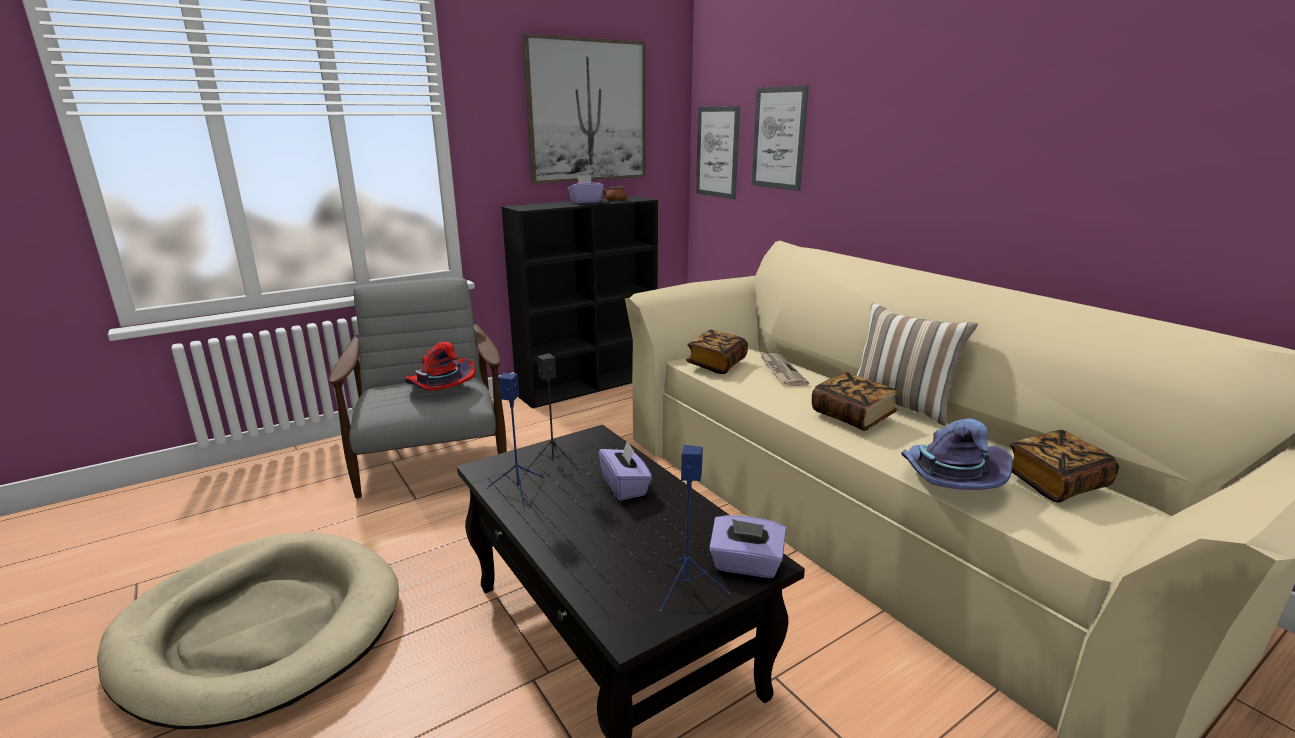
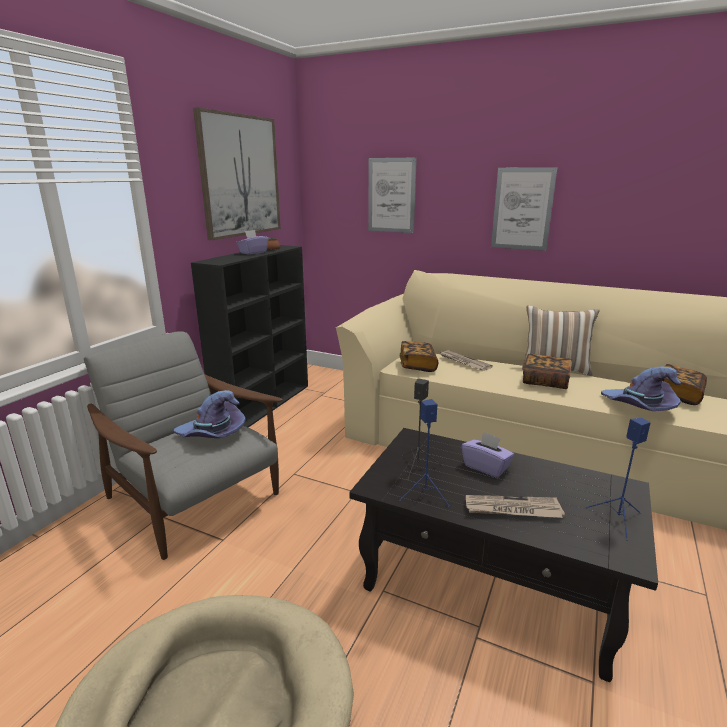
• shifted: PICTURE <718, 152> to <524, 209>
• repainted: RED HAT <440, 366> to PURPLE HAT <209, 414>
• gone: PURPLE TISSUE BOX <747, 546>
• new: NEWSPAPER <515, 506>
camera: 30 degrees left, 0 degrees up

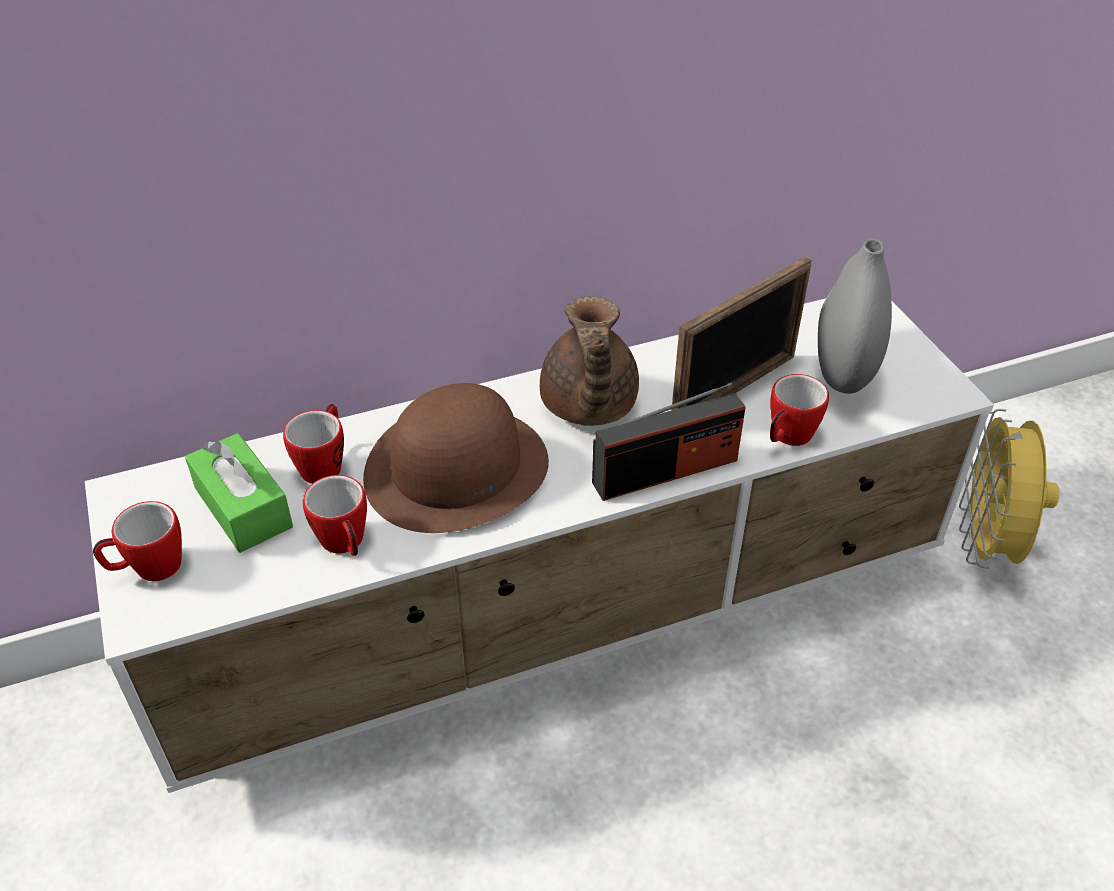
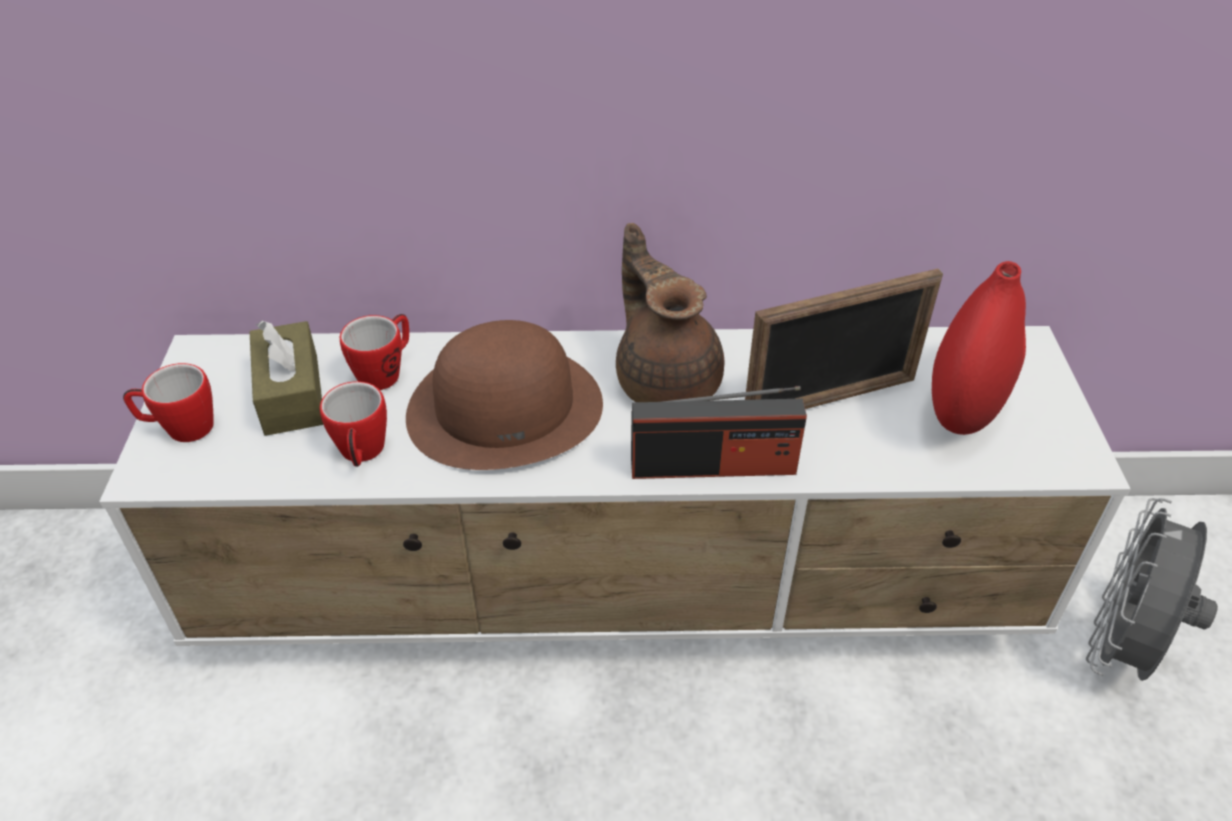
• repainted: GREY VASE <855, 316> to RED VASE <979, 348>
• rotated: BROWN TEAPOT <589, 361> = <670, 312> 135 degrees clockwise
• gone: MUG <799, 410>
• repainted: YELLOW FAN <1009, 489> to GREY FAN <1152, 589>
• repainted: GREEN TISSUE BOX <239, 493> to BROWN TISSUE BOX <286, 378>
camera: 20 degrees right, 0 degrees up

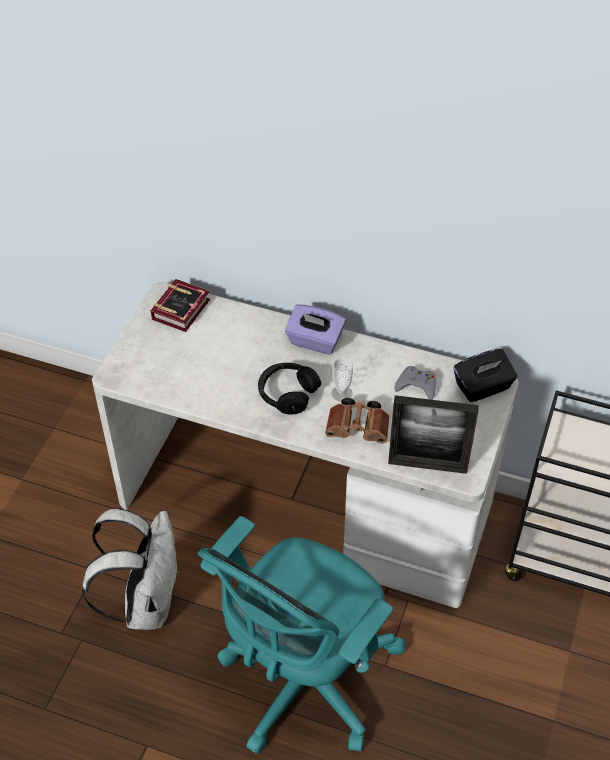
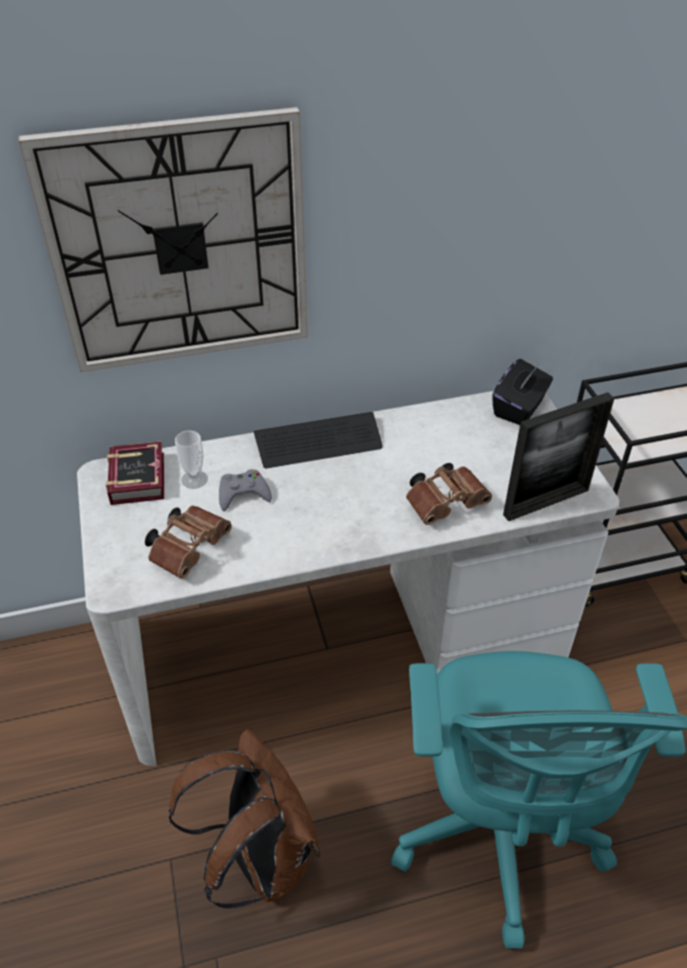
• swapped: PURPLE TISSUE BOX <315, 330> to KEYBOARD <318, 440>
• shifted: CUP <342, 380> to <191, 459>
• gone: BLACK HEADPHONES <289, 389>
• shifted: GREY GAME CONTROLLER <415, 383> to <245, 490>
• repainted: WHITE BACKPACK <130, 569> to BROWN BACKPACK <244, 818>
• new: WALL CLOCK <163, 239>
• new: BROWN BINOCULARS <188, 542>
camera: 35 degrees left, 5 degrees down

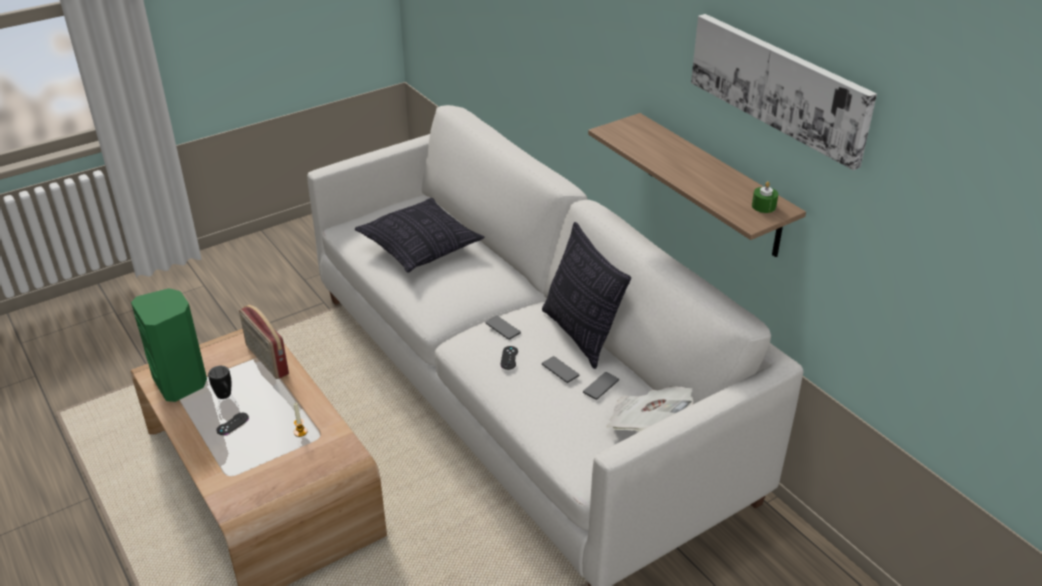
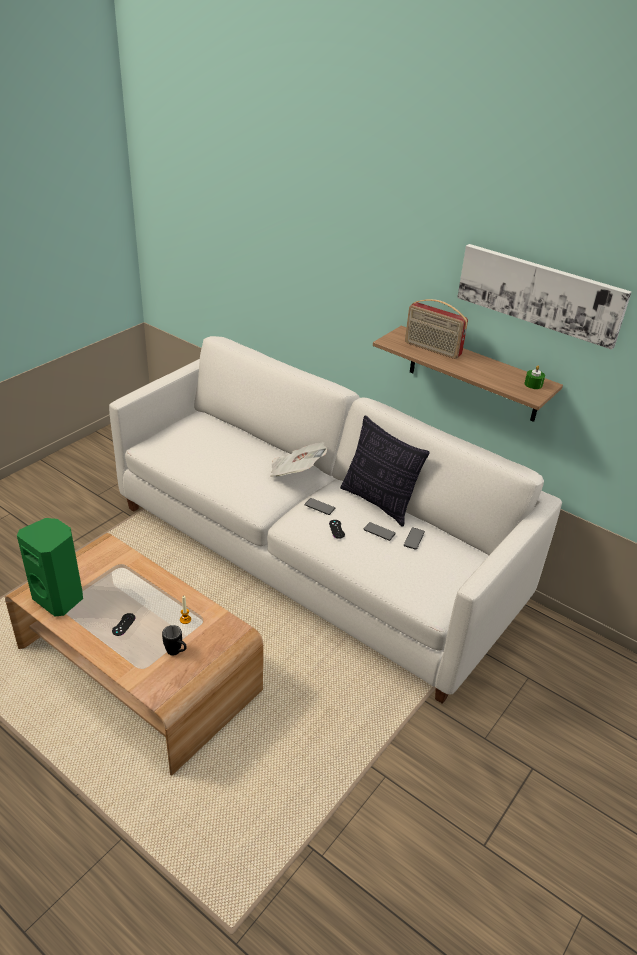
• gone: PILLOW <419, 235>
• shifted: RADIO <264, 342> to <436, 329>
• shifted: BLACK MUG <220, 382> to <174, 640>
• shifted: NEWSPAPER <649, 409> to <298, 459>
camera: 20 degrees left, 0 degrees up

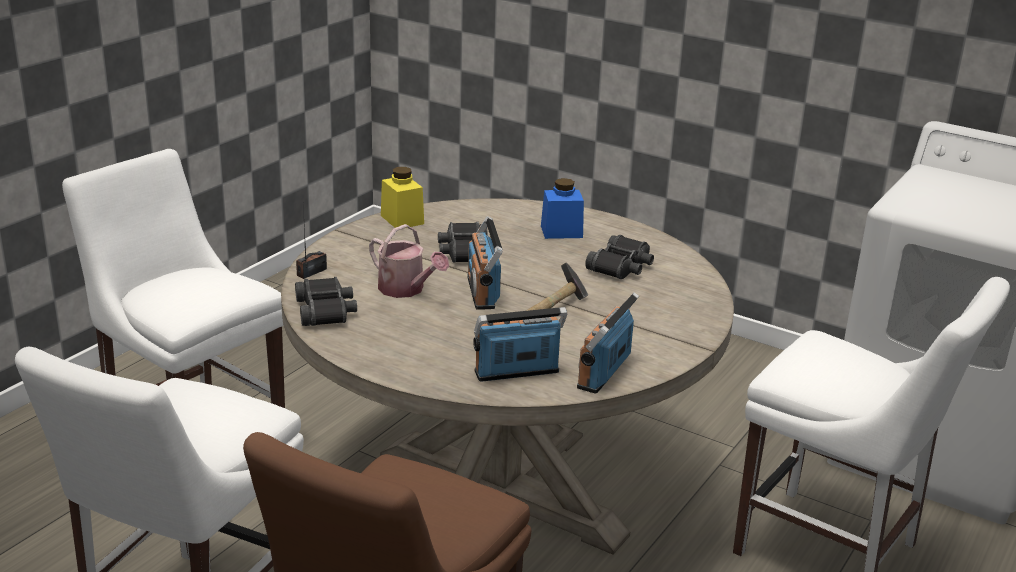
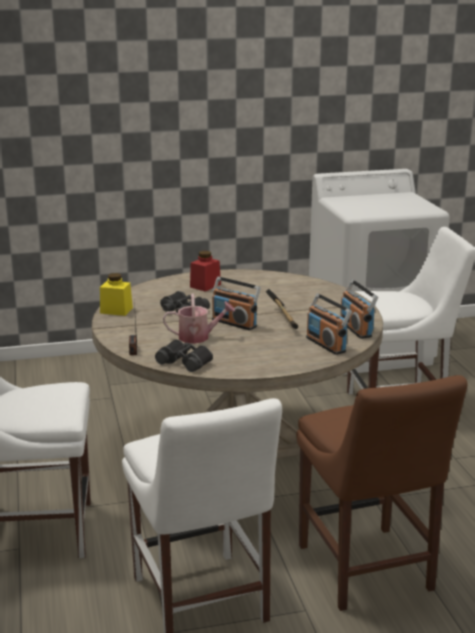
• repainted: BLUE JAR <562, 208> to RED JAR <205, 271>
• gone: BLACK BINOCULARS <619, 257>
• rotated: RADIO <520, 344> = <329, 324> 60 degrees counterclockwise
camera: 45 degrees left, 5 degrees down

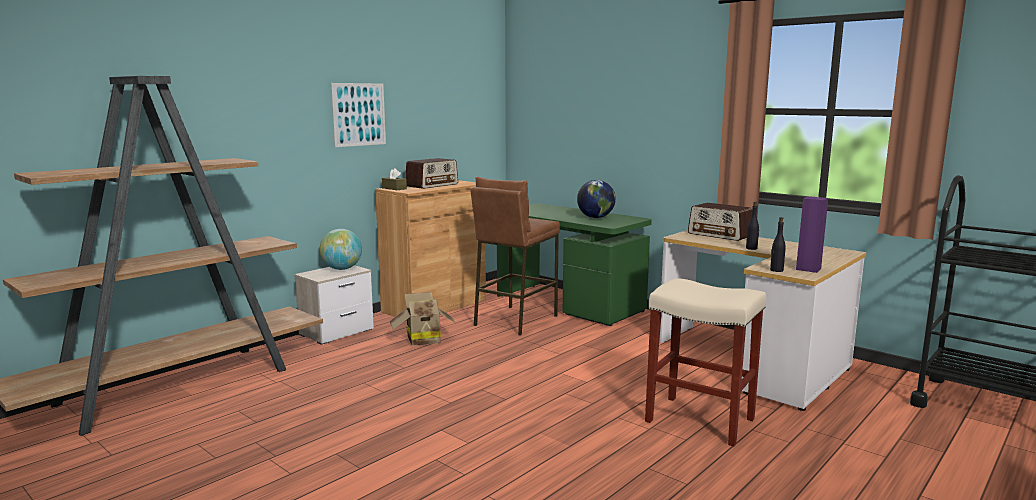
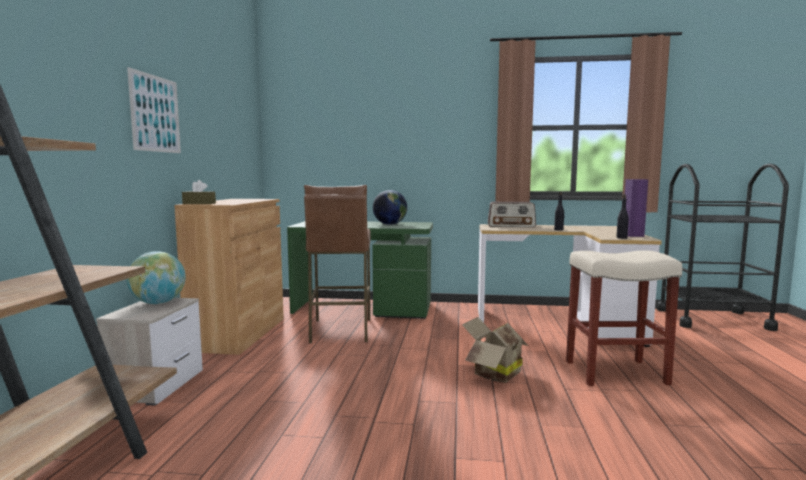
• gone: RADIO <432, 173>
• shifted: CARDBOARD BOX <423, 319> to <495, 350>
camera: 35 degrees left, 5 degrees down

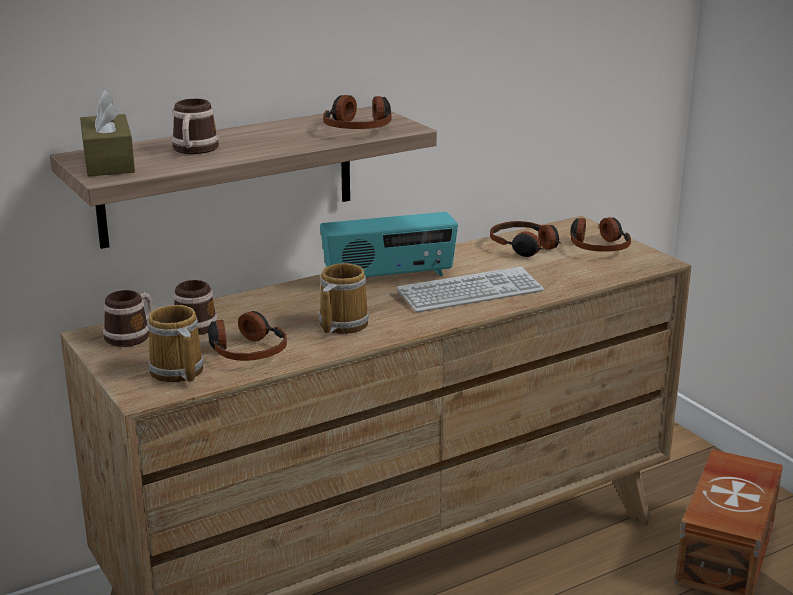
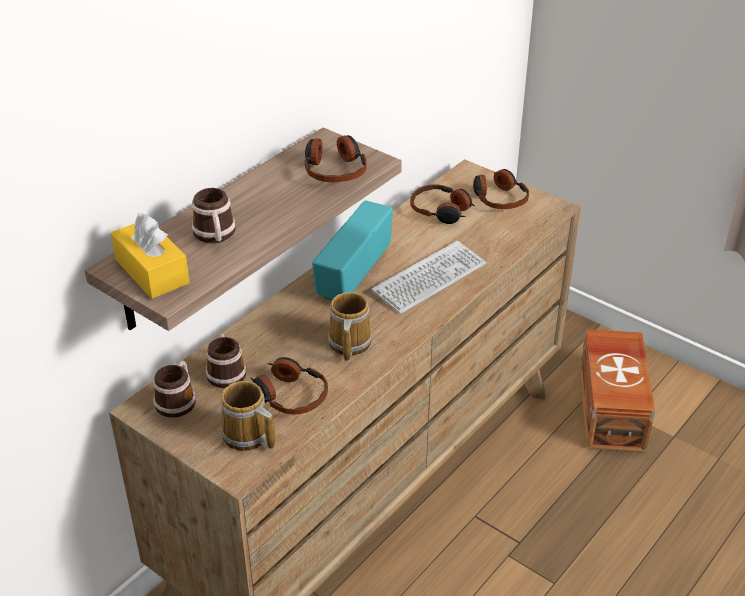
• repainted: BROWN TISSUE BOX <107, 133> to YELLOW TISSUE BOX <150, 256>
• rotated: RADIO <389, 244> = <352, 250> 150 degrees clockwise
camera: 20 degrees left, 15 degrees up

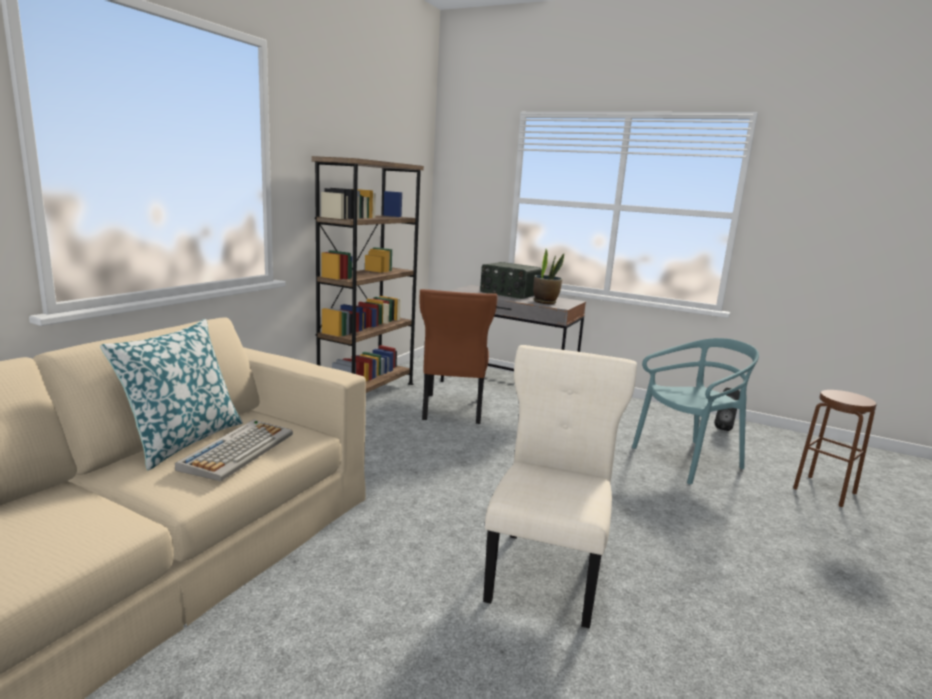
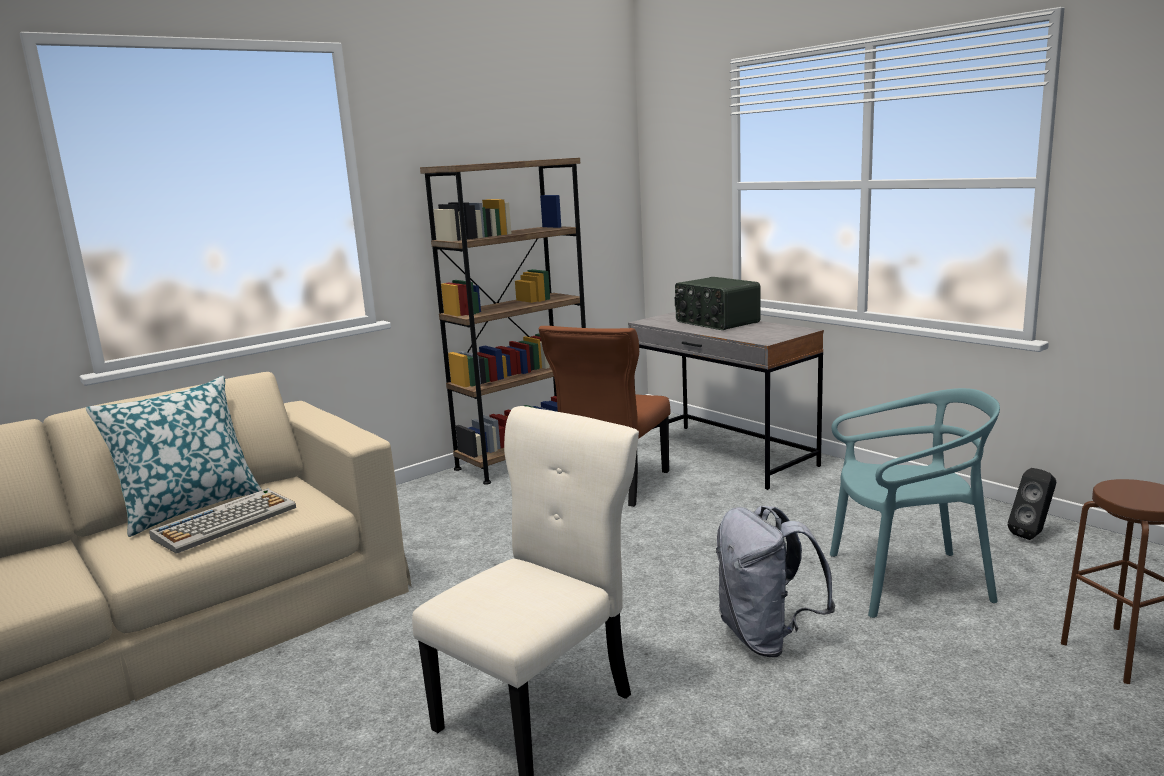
• gone: POTTED PLANT <548, 276>
• new: GREY BACKPACK <776, 581>
camera: 25 degrees right, 0 degrees up

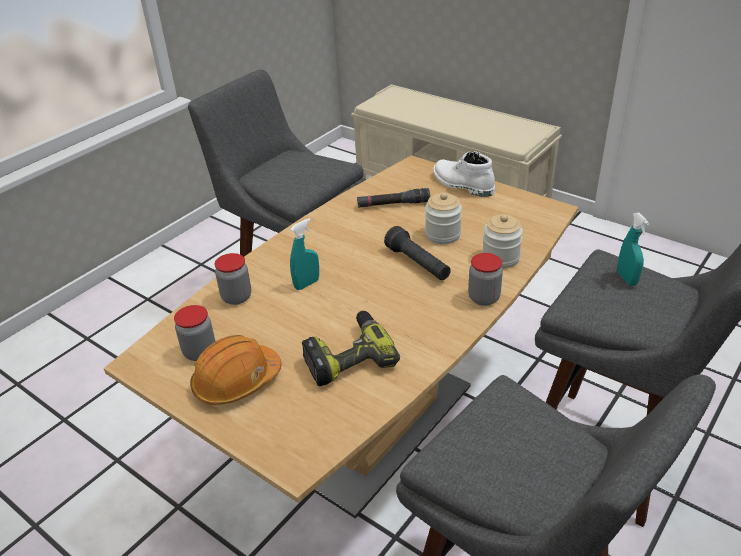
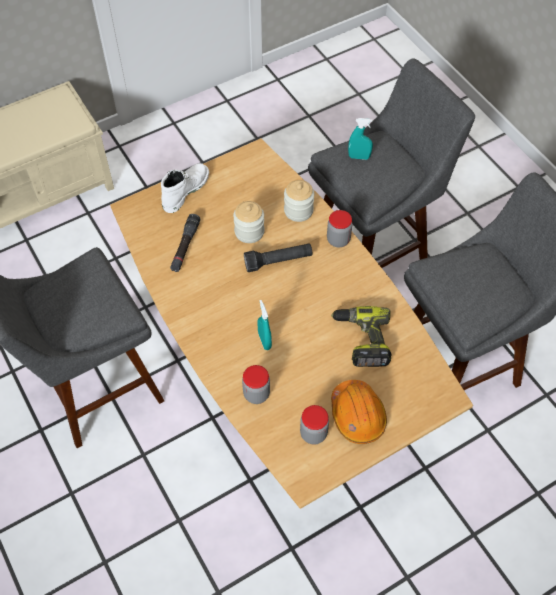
• rotated: WHITE BOOT <464, 174> = <185, 188> 150 degrees clockwise
camera: 70 degrees left, 20 degrees up

